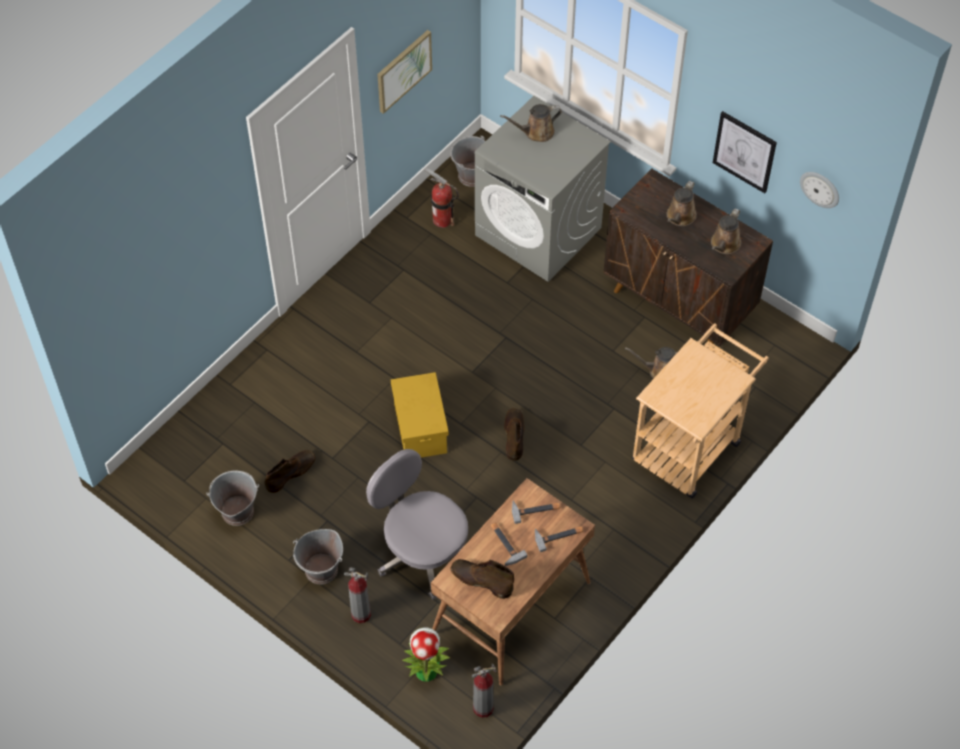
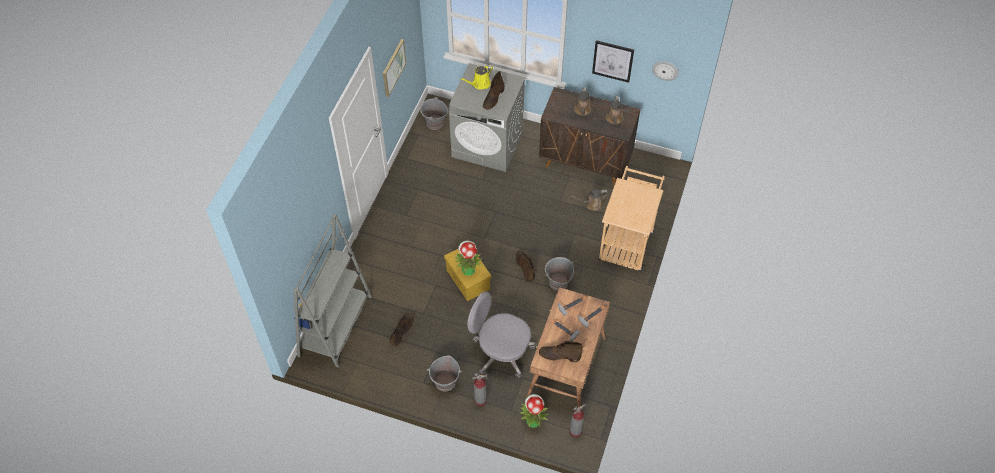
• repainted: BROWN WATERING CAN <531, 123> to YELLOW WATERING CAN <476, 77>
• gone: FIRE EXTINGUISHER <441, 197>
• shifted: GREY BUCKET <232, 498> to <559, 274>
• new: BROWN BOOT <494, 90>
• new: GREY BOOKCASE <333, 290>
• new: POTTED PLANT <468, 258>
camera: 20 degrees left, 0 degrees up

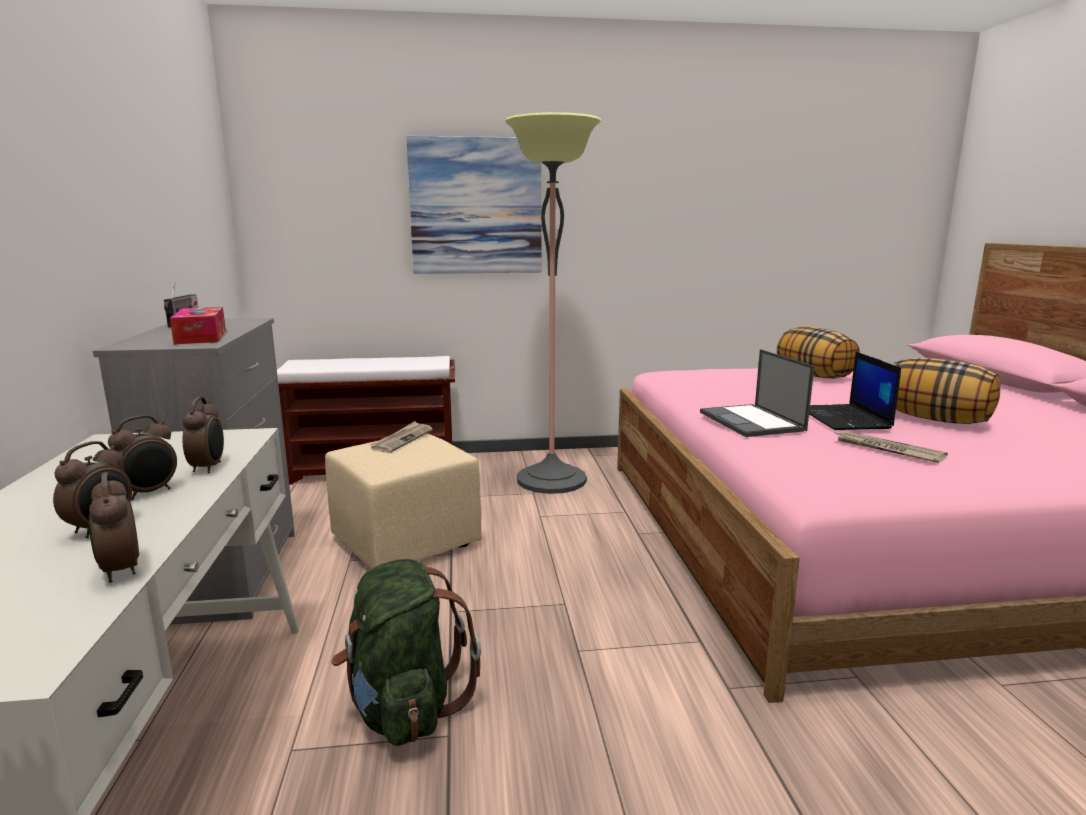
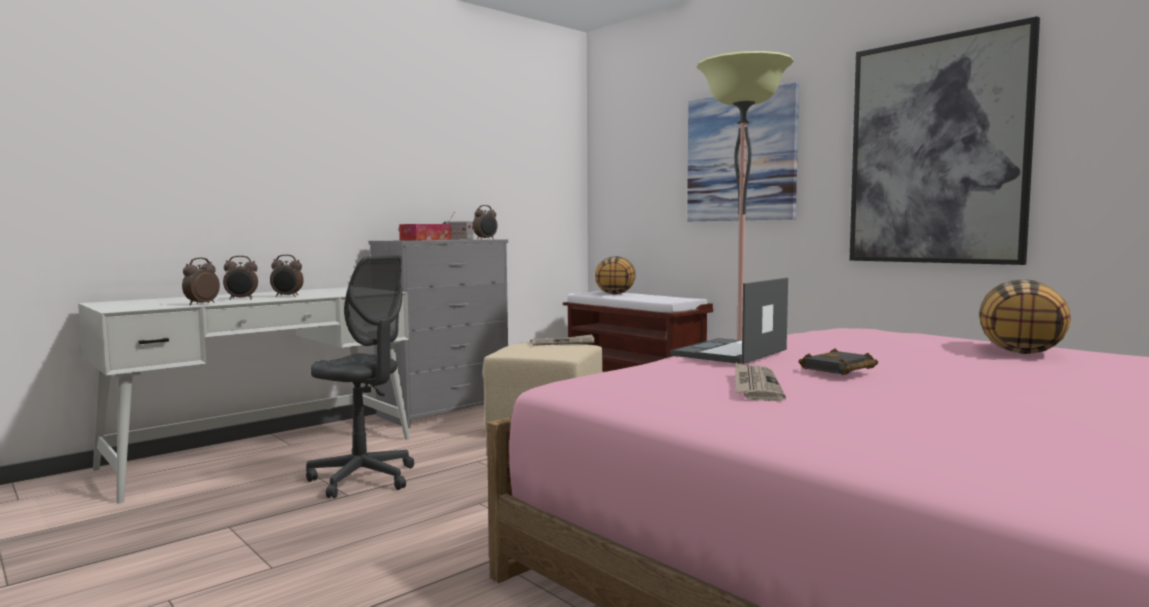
• swapped: LAPTOP <855, 391> to BLACK BOOK <838, 361>
• shifted: PILLOW <946, 391> to <615, 275>
• shifted: ALARM CLOCK <203, 435> to <485, 222>
• swapped: GREEN BACKPACK <406, 652> to GREY OFFICE CHAIR <360, 376>
• new: PICTURE <944, 140>
camera: 55 degrees right, 10 degrees down

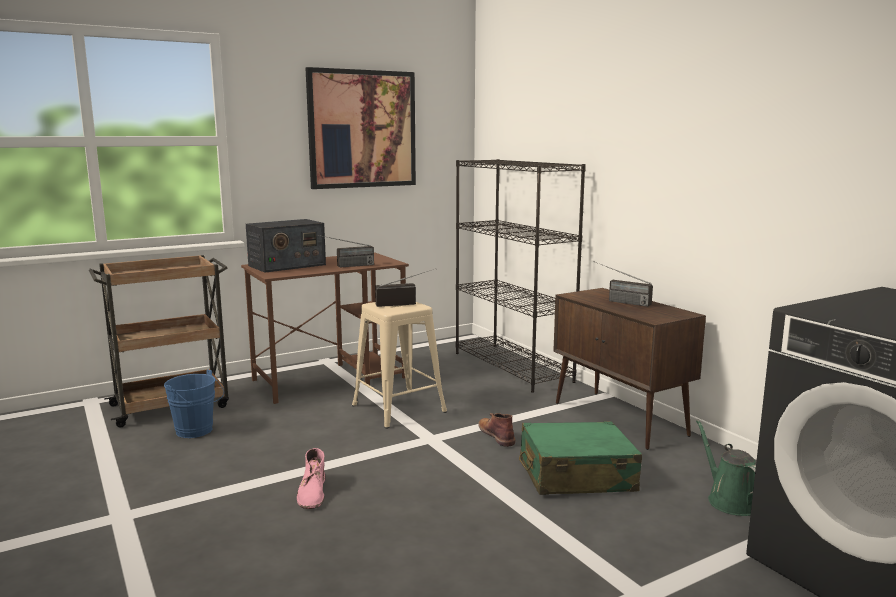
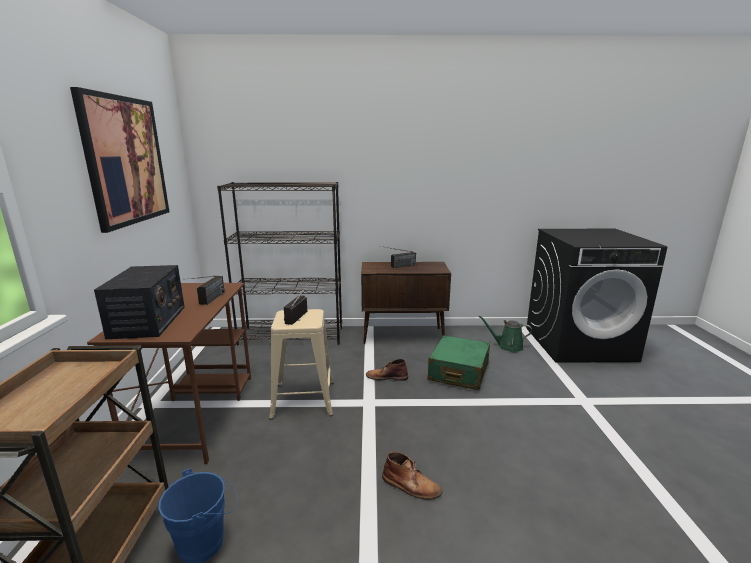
• repainted: PINK BOOT <311, 478> to BROWN BOOT <412, 476>
camera: 60 degrees left, 5 degrees up

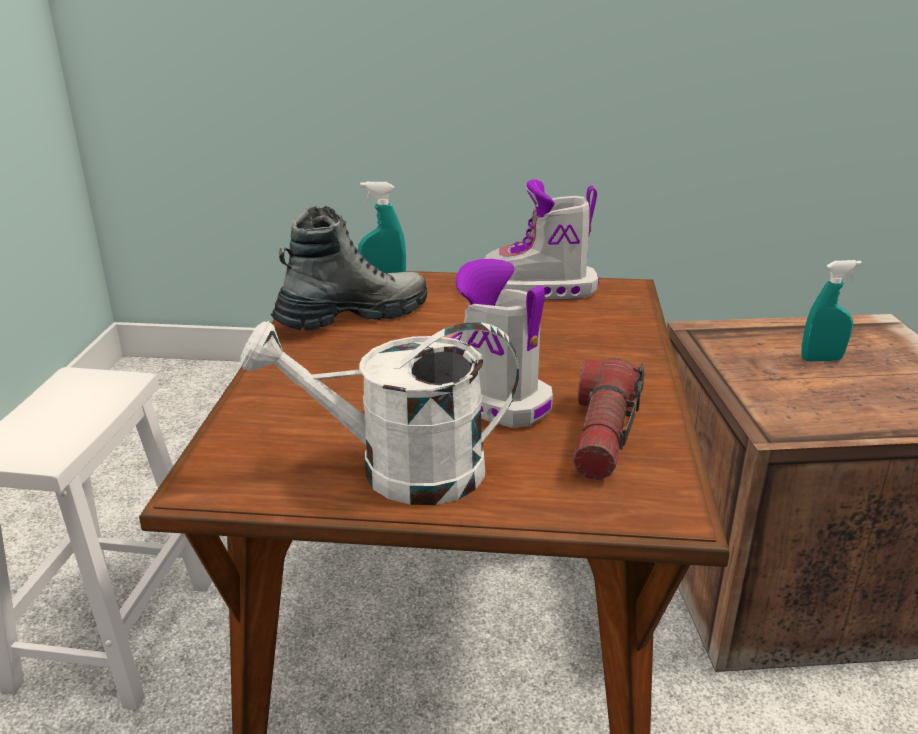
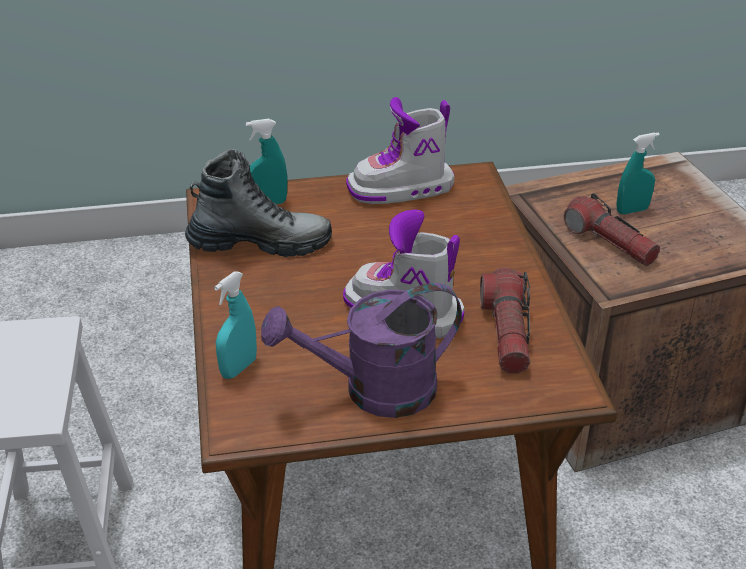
• rotated: BOOT <349, 268> = <258, 203> 45 degrees clockwise
• repainted: WHITE WATERING CAN <379, 413> to PURPLE WATERING CAN <361, 350>
• new: FLASHLIGHT <612, 229>
• new: TURQUOISE SPRAY BOTTLE <235, 325>
camera: 15 degrees left, 10 degrees up

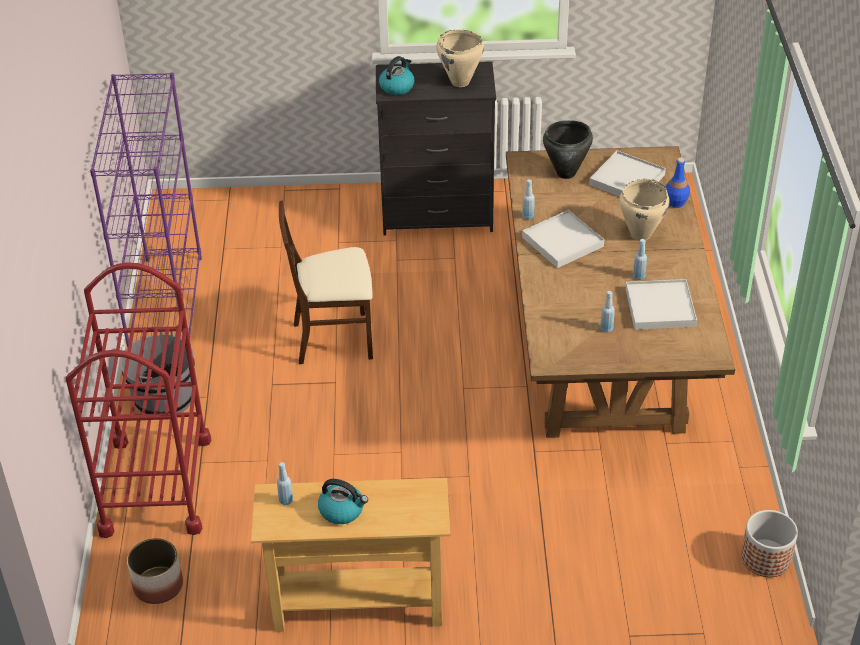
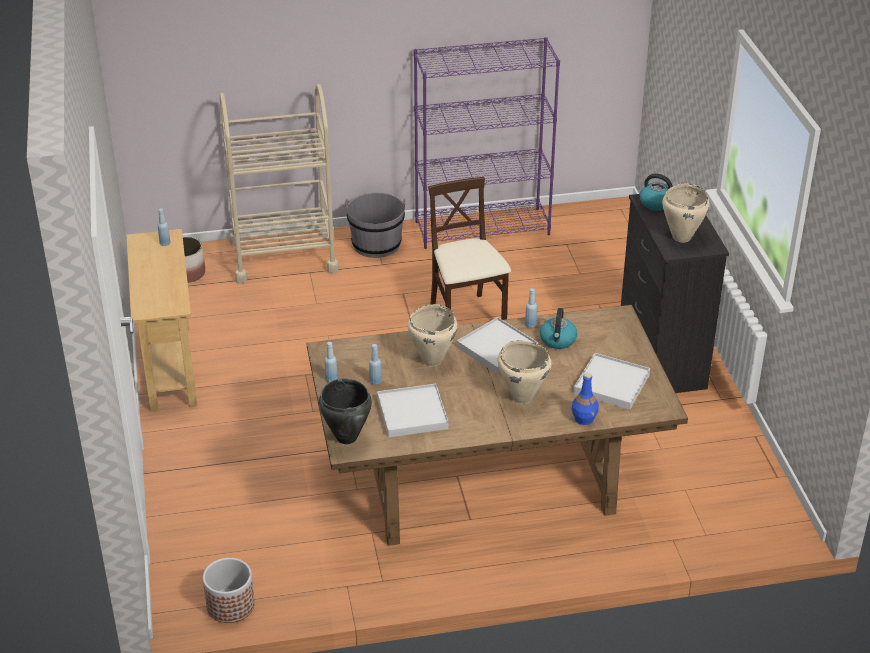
• shifted: BLACK COOKING POT <568, 149> to <345, 411>
• shifted: BLUE BOTTLE <640, 259> to <331, 362>
• repainted: RED CART <139, 400> to BEIGE CART <279, 184>
• shifted: KETTLE <343, 501> to <558, 328>
• new: BEIGE COOKING POT <432, 335>
camera: 80 degrees right, 5 degrees down

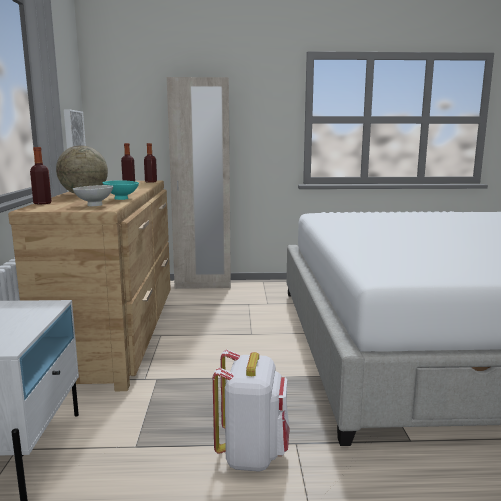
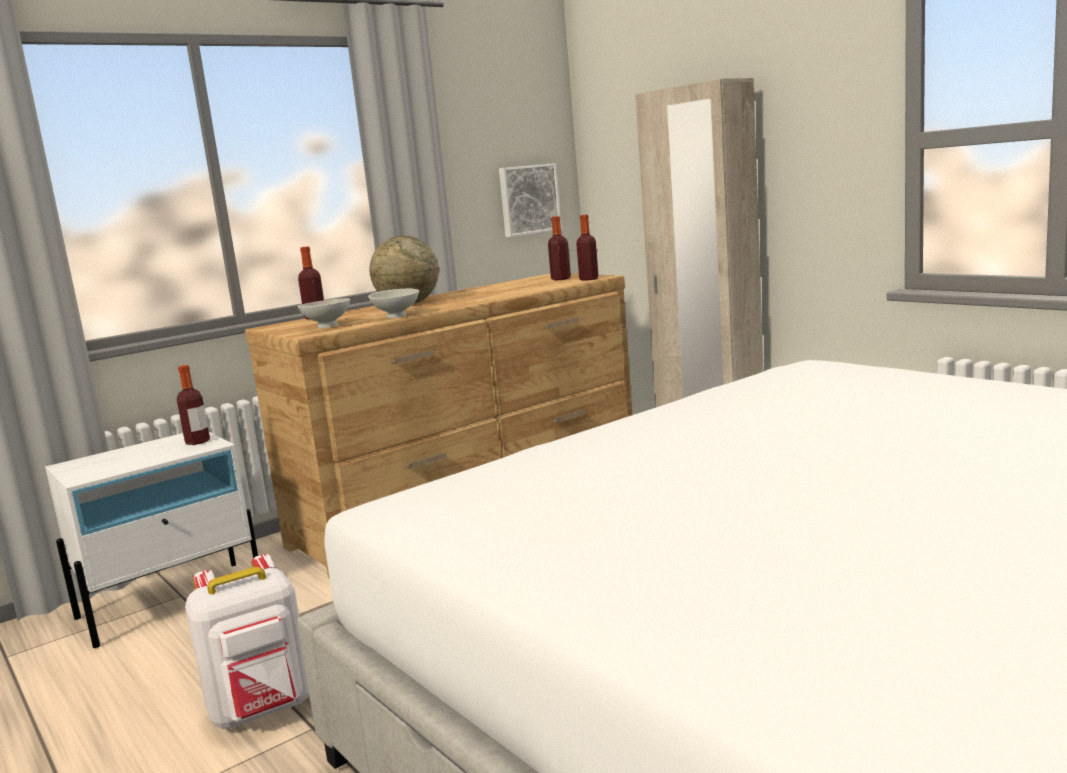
• repainted: TURQUOISE BOWL <121, 190> to WHITE BOWL <393, 303>
• new: BOTTLE <193, 405>
camera: 55 degrees right, 0 degrees up

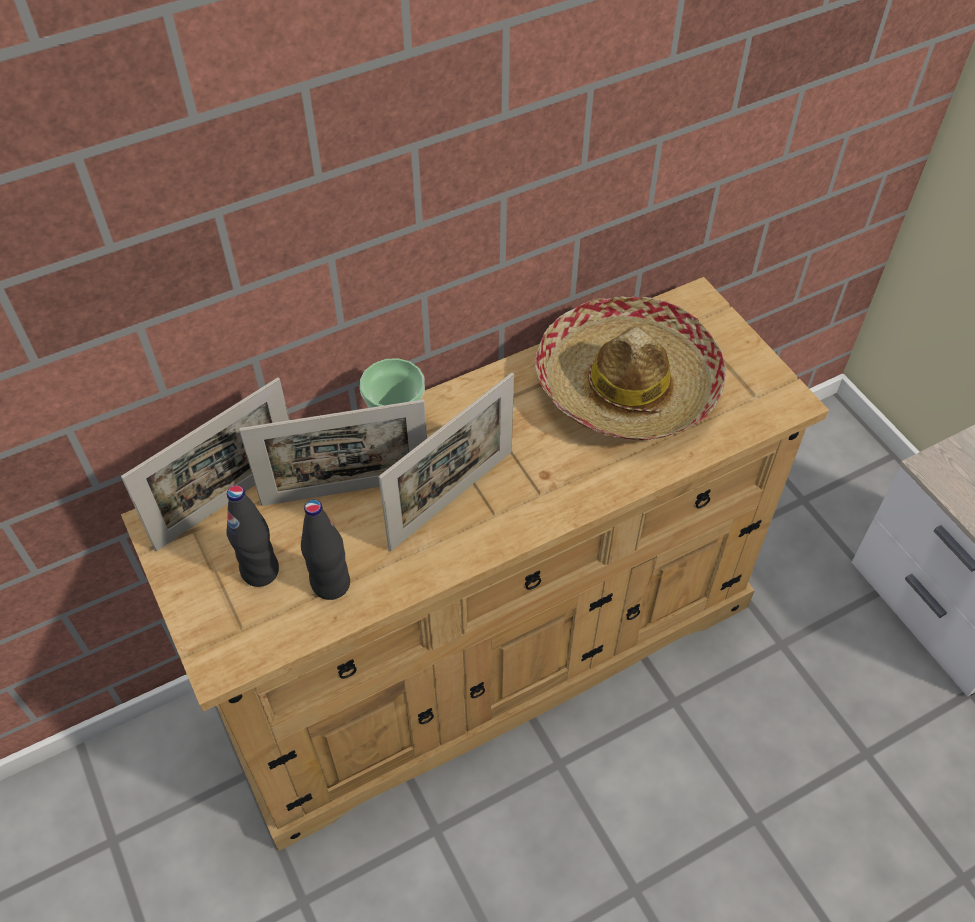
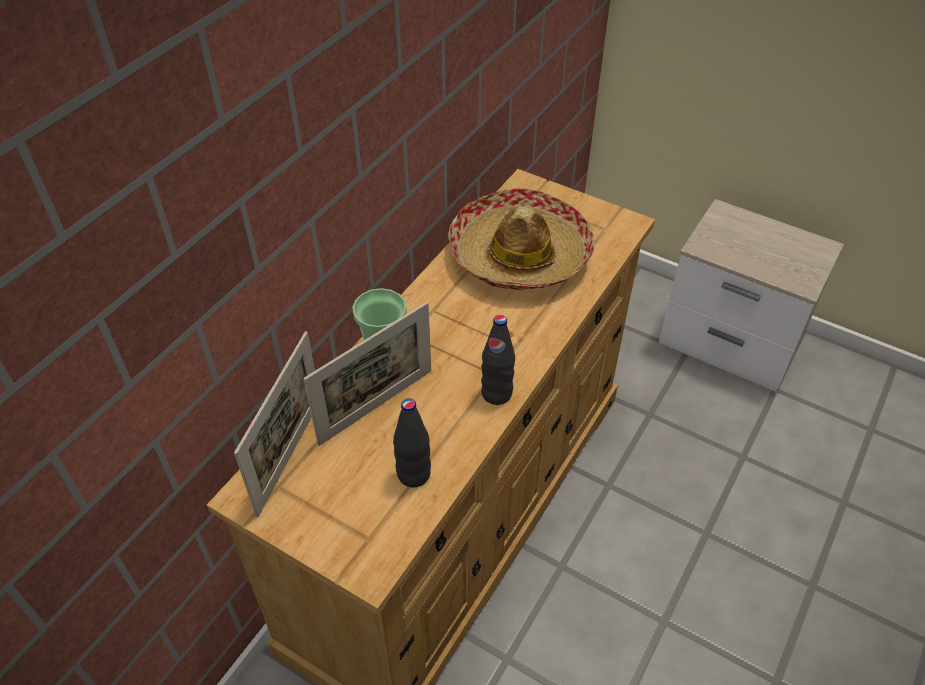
• gone: PICTURE FRAME <446, 462>
• shifted: BLACK BOTTLE <252, 536> to <498, 360>
camera: 30 degrees left, 5 degrees down

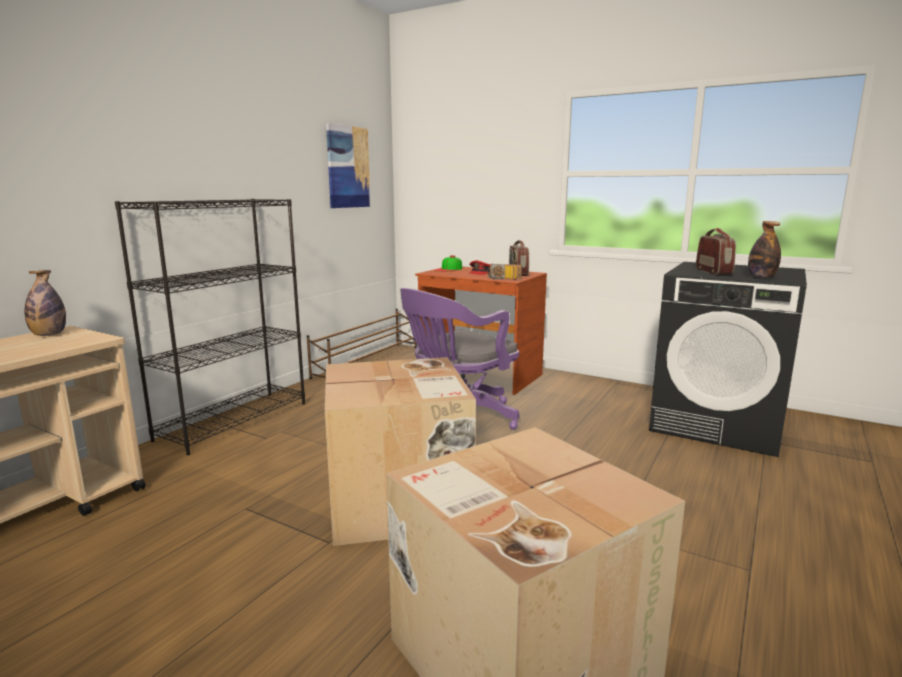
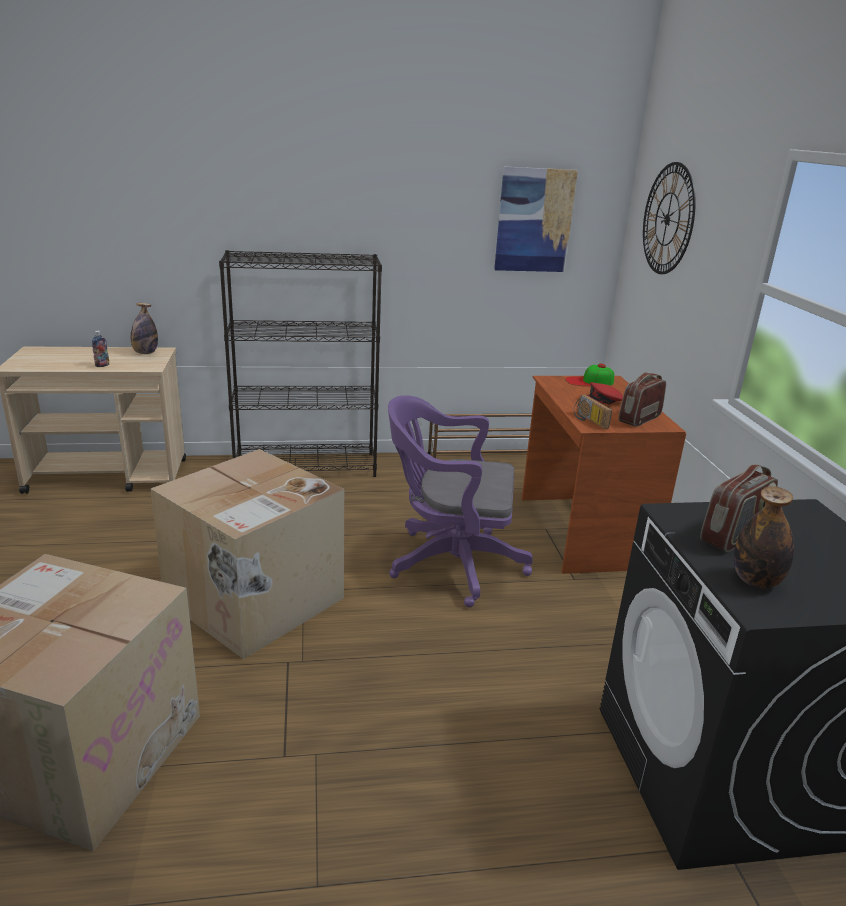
• new: WALL CLOCK <669, 218>
• new: BOTTLE <100, 348>
camera: 50 degrees right, 10 degrees up

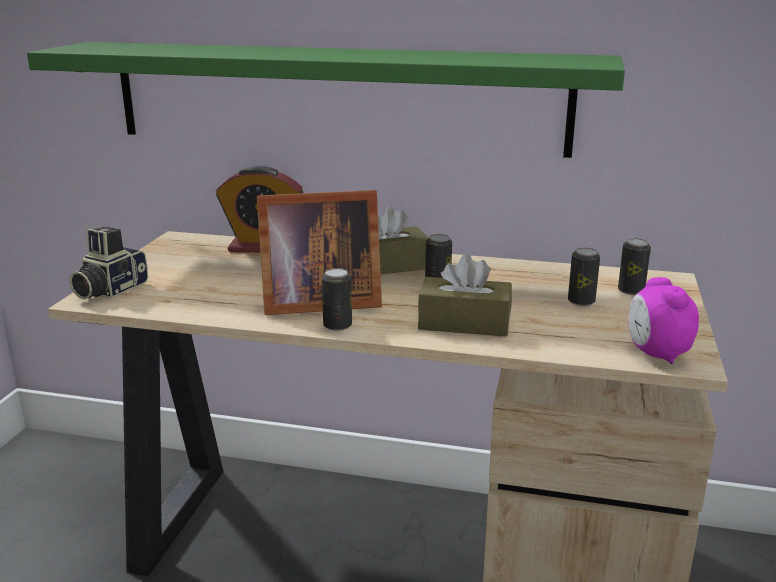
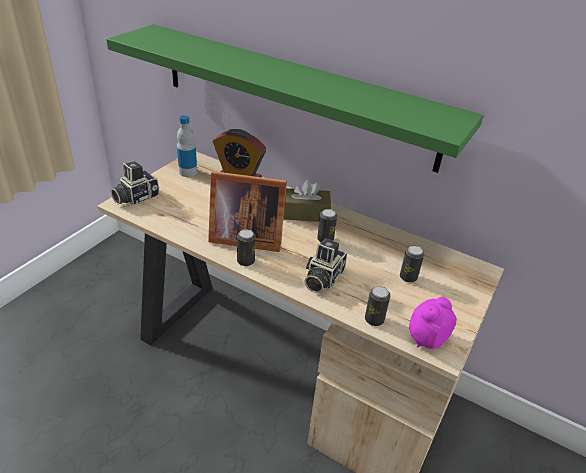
• shifted: CAN <634, 266> to <378, 306>
• swapped: BROWN TISSUE BOX <465, 295> to PHOTO CAMERA <326, 265>
• rotated: ALARM CLOCK <663, 320> = <433, 323> 45 degrees clockwise
• new: BOTTLE <187, 146>
camera: 15 degrees right, 15 degrees up

